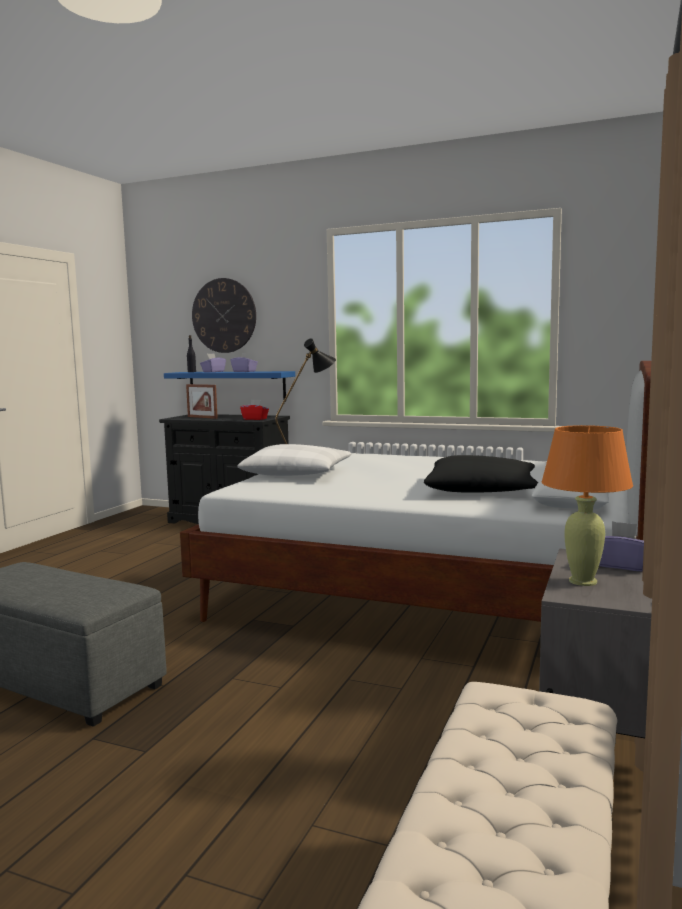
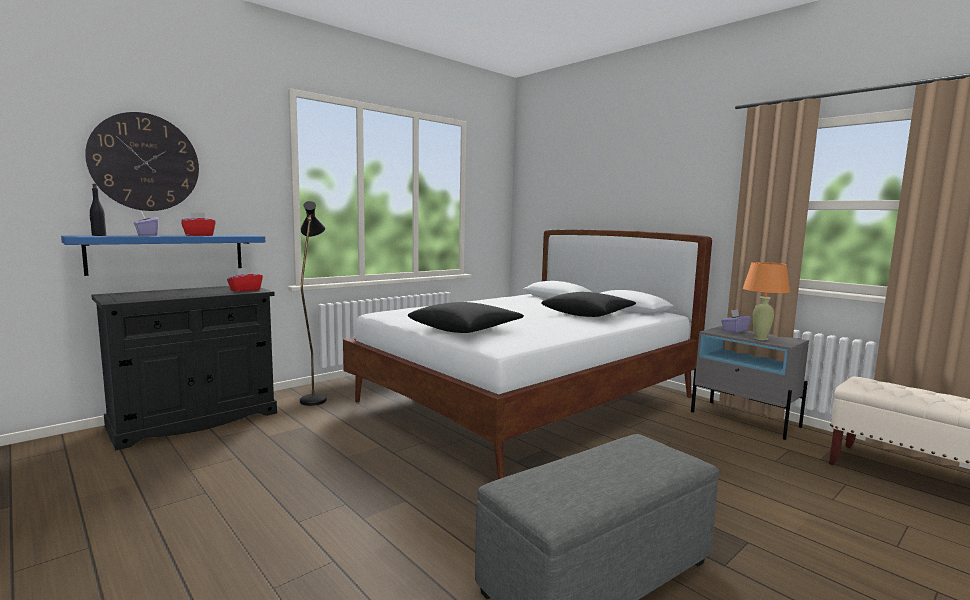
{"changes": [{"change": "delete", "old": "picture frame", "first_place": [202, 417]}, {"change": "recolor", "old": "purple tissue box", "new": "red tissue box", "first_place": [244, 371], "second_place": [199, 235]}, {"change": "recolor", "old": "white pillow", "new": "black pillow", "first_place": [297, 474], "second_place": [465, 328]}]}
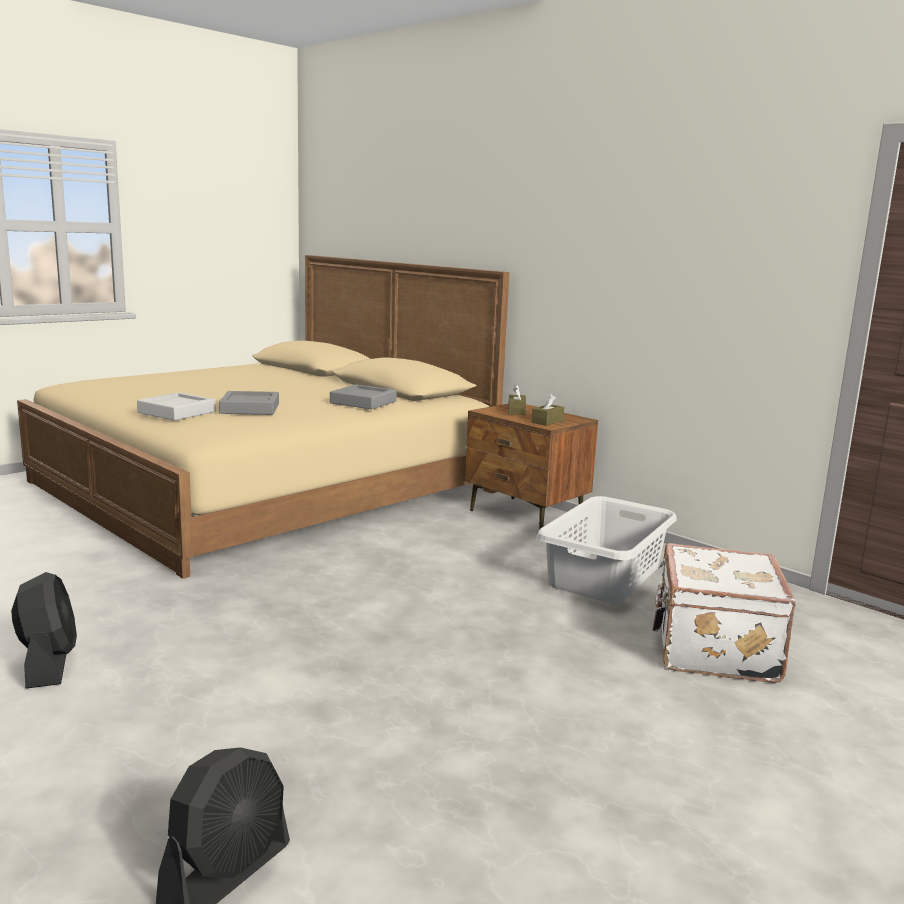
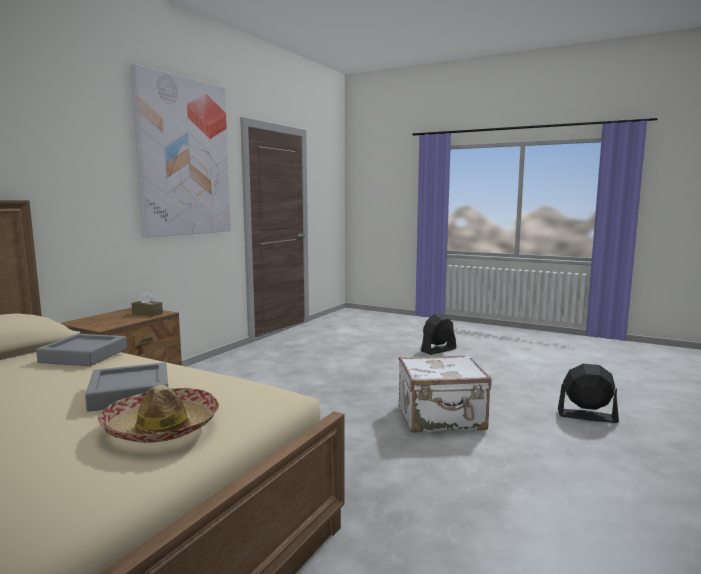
{"changes": [{"change": "move", "old": "black fan", "first_place": [48, 664], "second_place": [438, 350]}, {"change": "replace", "old": "grey tray", "new": "hat", "first_place": [177, 412], "second_place": [161, 427]}, {"change": "delete", "old": "brown tissue box", "first_place": [516, 411]}, {"change": "delete", "old": "grey laundry basket", "first_place": [606, 576]}, {"change": "move", "old": "white suitcase", "first_place": [712, 649], "second_place": [441, 419]}, {"change": "insert", "new": "picture", "second_place": [184, 157]}]}
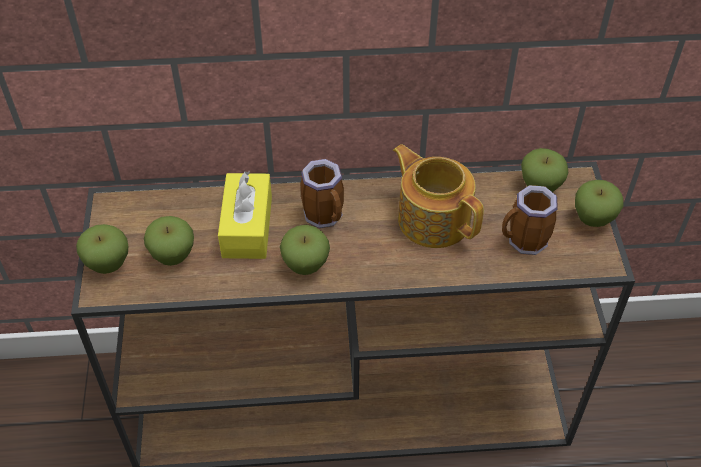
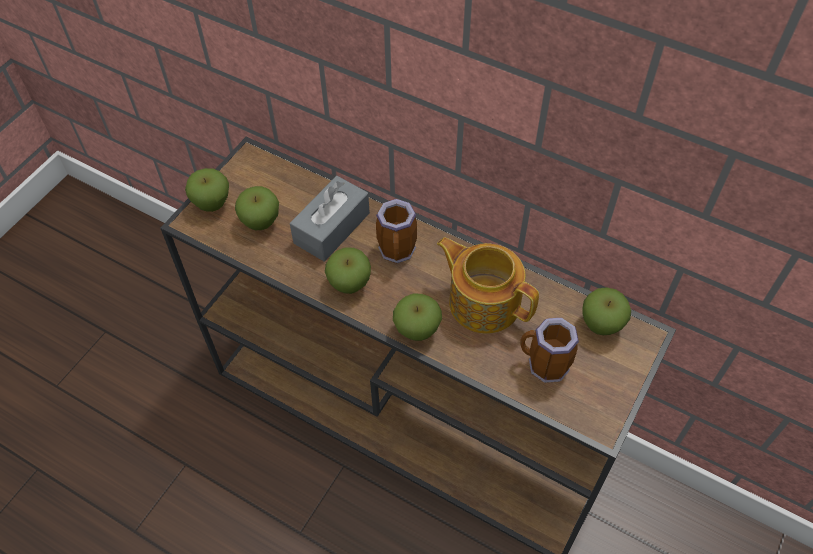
{"changes": [{"change": "recolor", "old": "yellow tissue box", "new": "grey tissue box", "first_place": [247, 227], "second_place": [332, 228]}, {"change": "rotate", "old": "teapot", "first_place": [433, 218], "second_place": [483, 301], "degrees": -45}, {"change": "move", "old": "apple", "first_place": [593, 219], "second_place": [417, 330]}]}
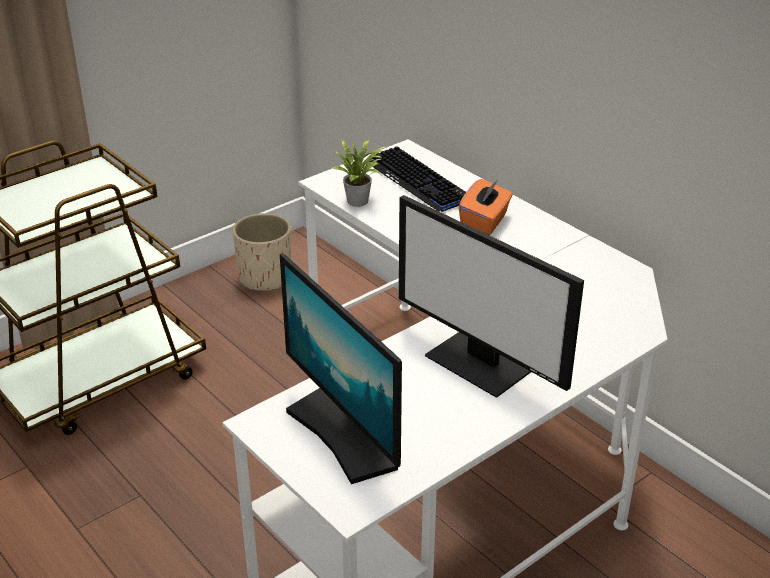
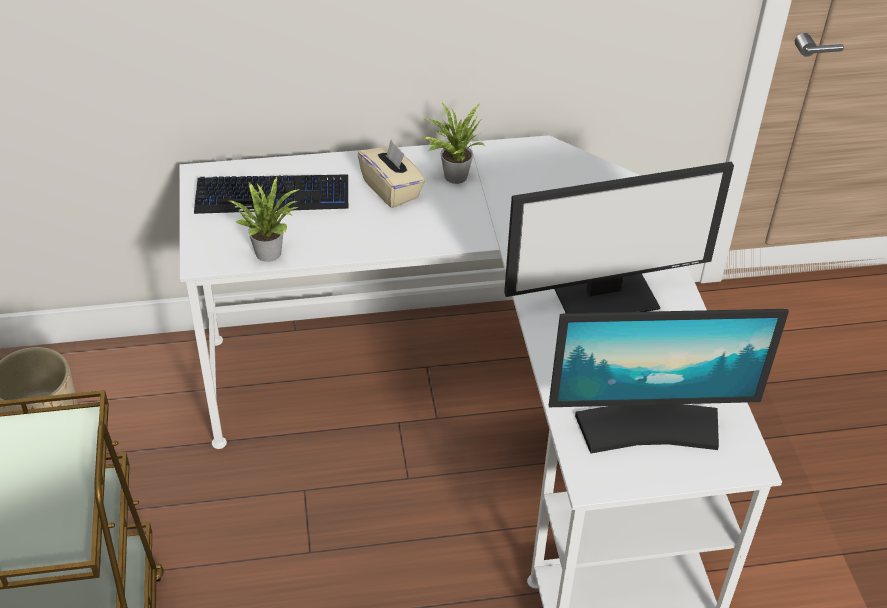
{"changes": [{"change": "recolor", "old": "orange tissue box", "new": "beige tissue box", "first_place": [485, 222], "second_place": [392, 189]}, {"change": "insert", "new": "potted plant", "second_place": [453, 175]}]}
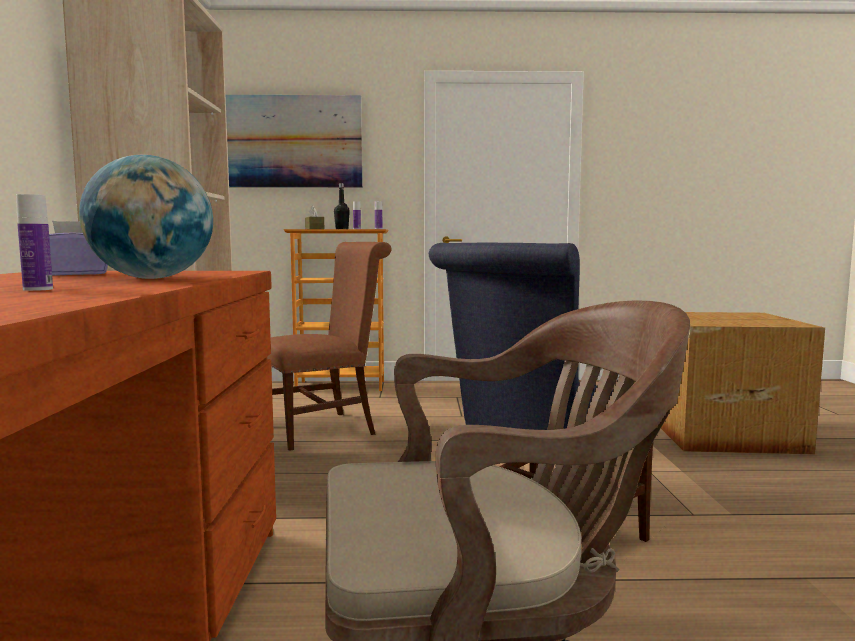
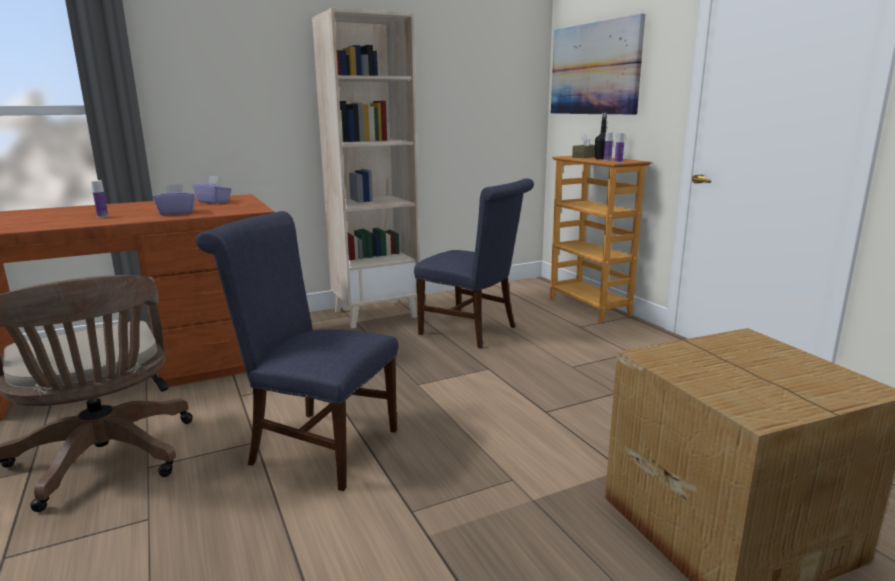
{"changes": [{"change": "replace", "old": "globe", "new": "purple tissue box", "first_place": [152, 278], "second_place": [177, 213]}, {"change": "recolor", "old": "brown chair", "new": "blue chair", "first_place": [324, 428], "second_place": [473, 331]}]}
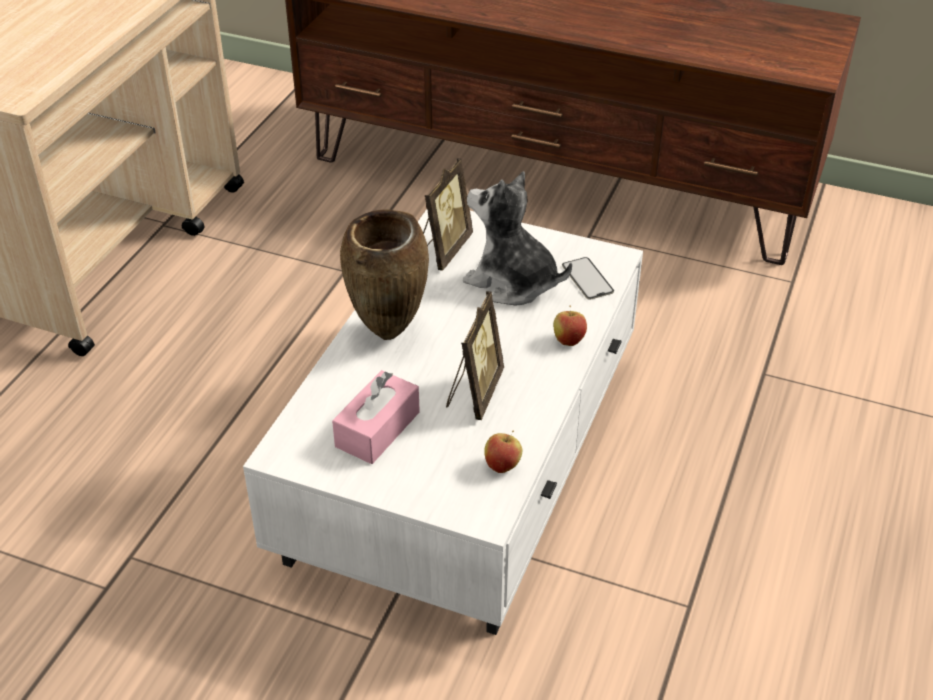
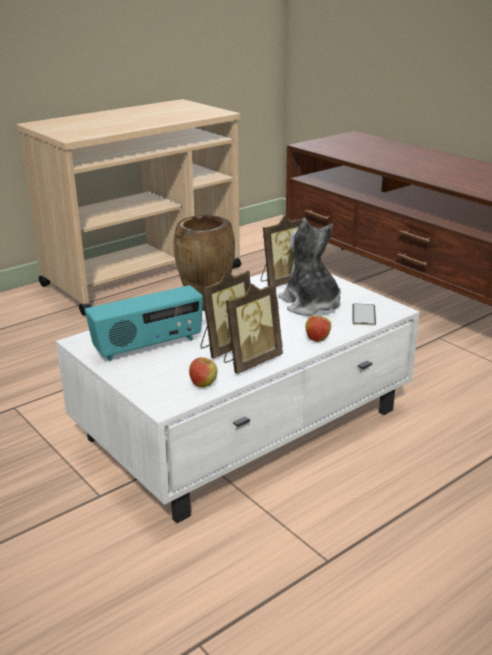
{"changes": [{"change": "replace", "old": "pink tissue box", "new": "radio", "first_place": [377, 429], "second_place": [148, 346]}, {"change": "insert", "new": "picture frame", "second_place": [250, 361]}]}
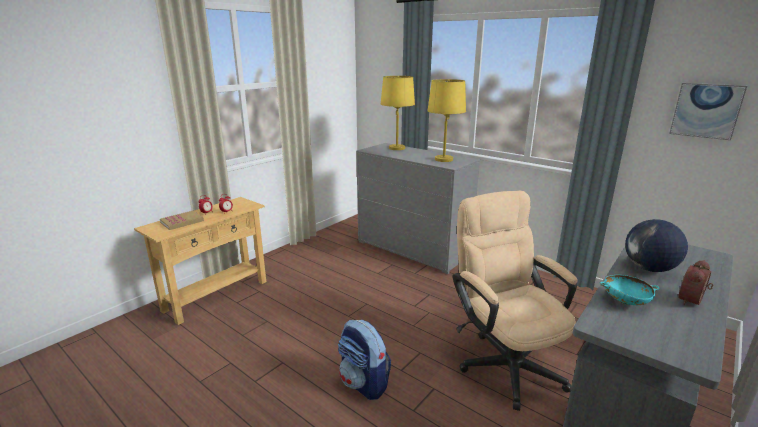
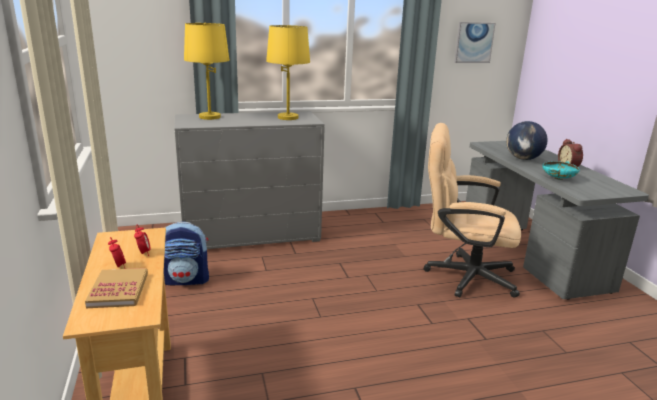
{"changes": [{"change": "move", "old": "backpack", "first_place": [364, 383], "second_place": [186, 280]}]}
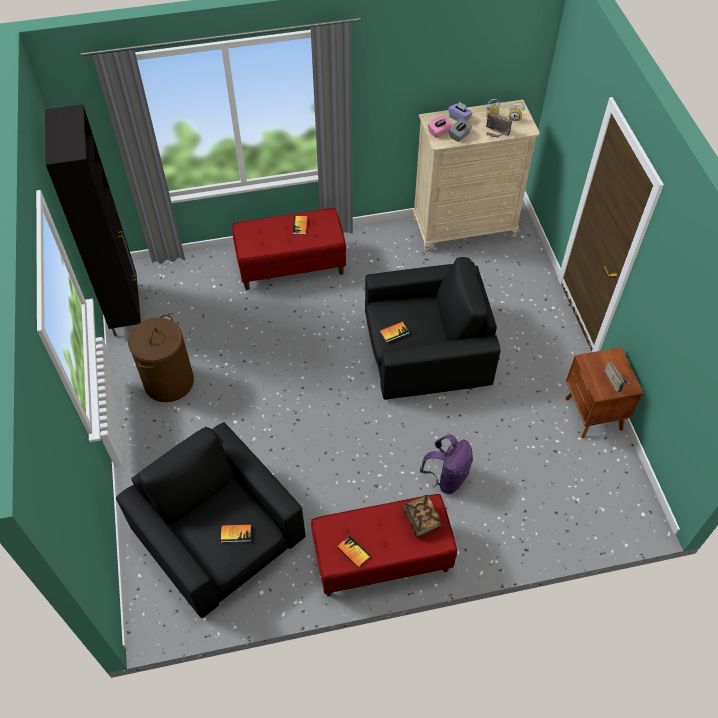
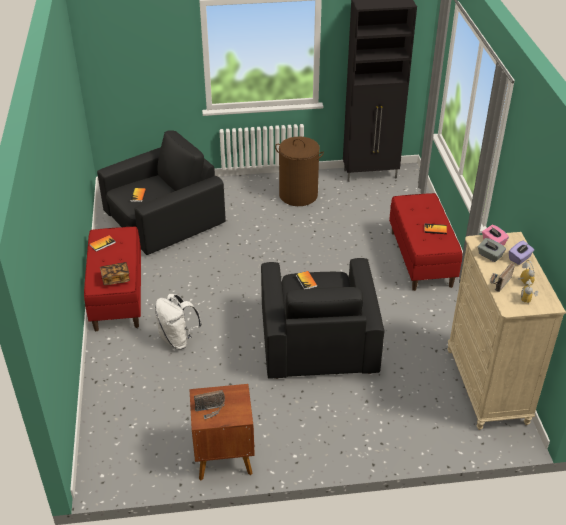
{"changes": [{"change": "recolor", "old": "purple backpack", "new": "white backpack", "first_place": [447, 477], "second_place": [178, 339]}]}
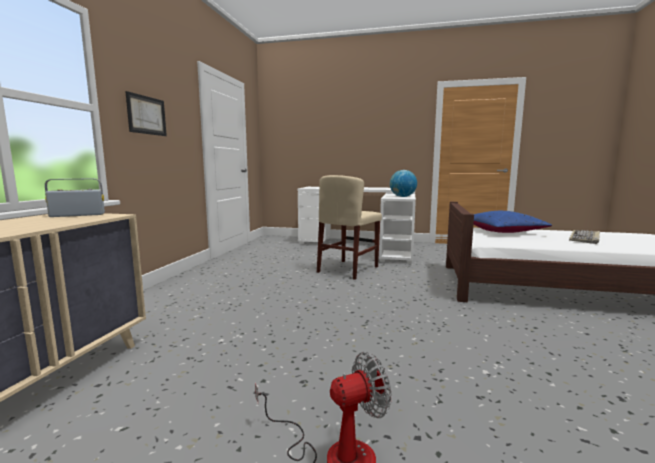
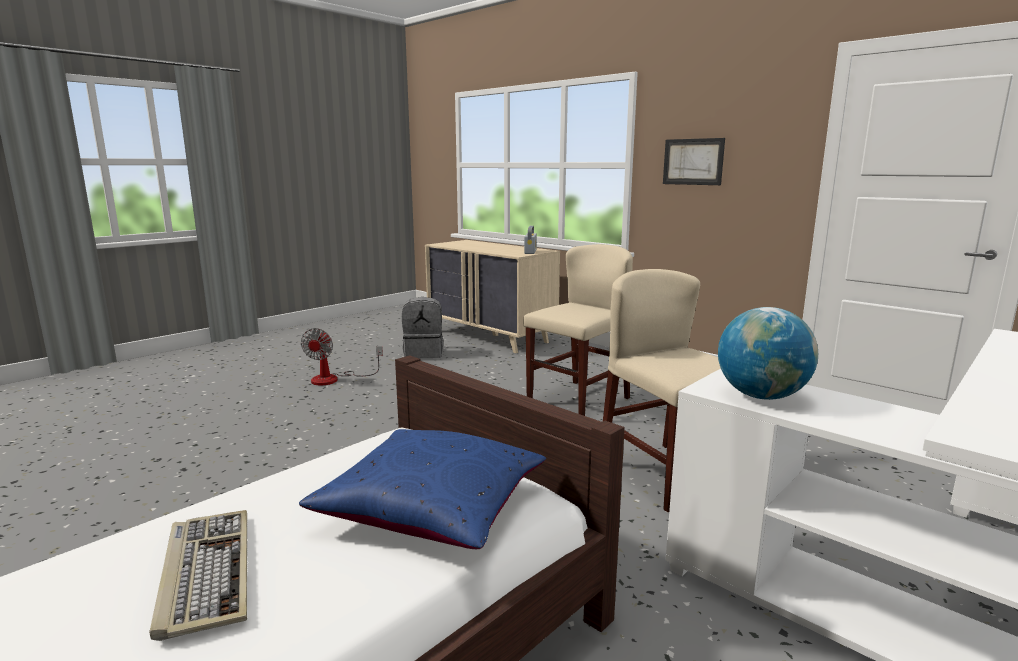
{"changes": [{"change": "insert", "new": "grey backpack", "second_place": [424, 353]}, {"change": "insert", "new": "beige chair", "second_place": [578, 400]}]}
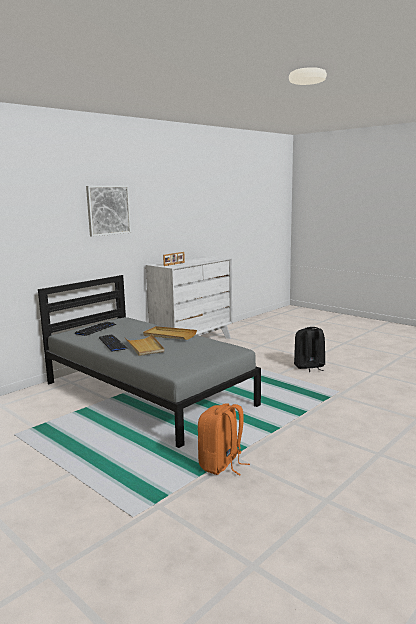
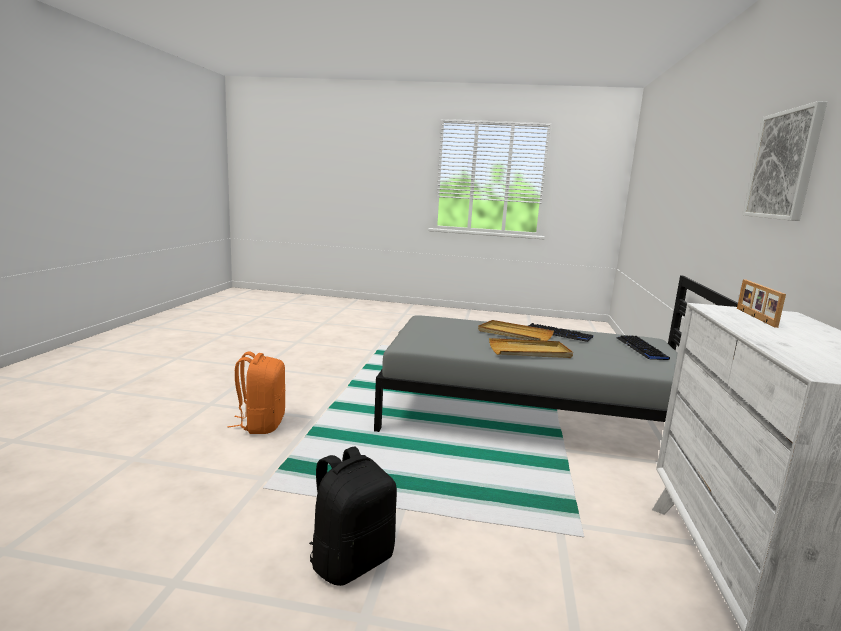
{"changes": [{"change": "move", "old": "orange backpack", "first_place": [221, 465], "second_place": [261, 424]}]}
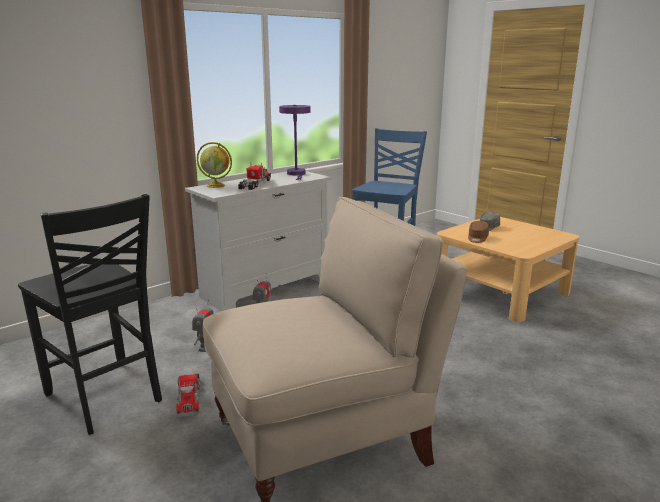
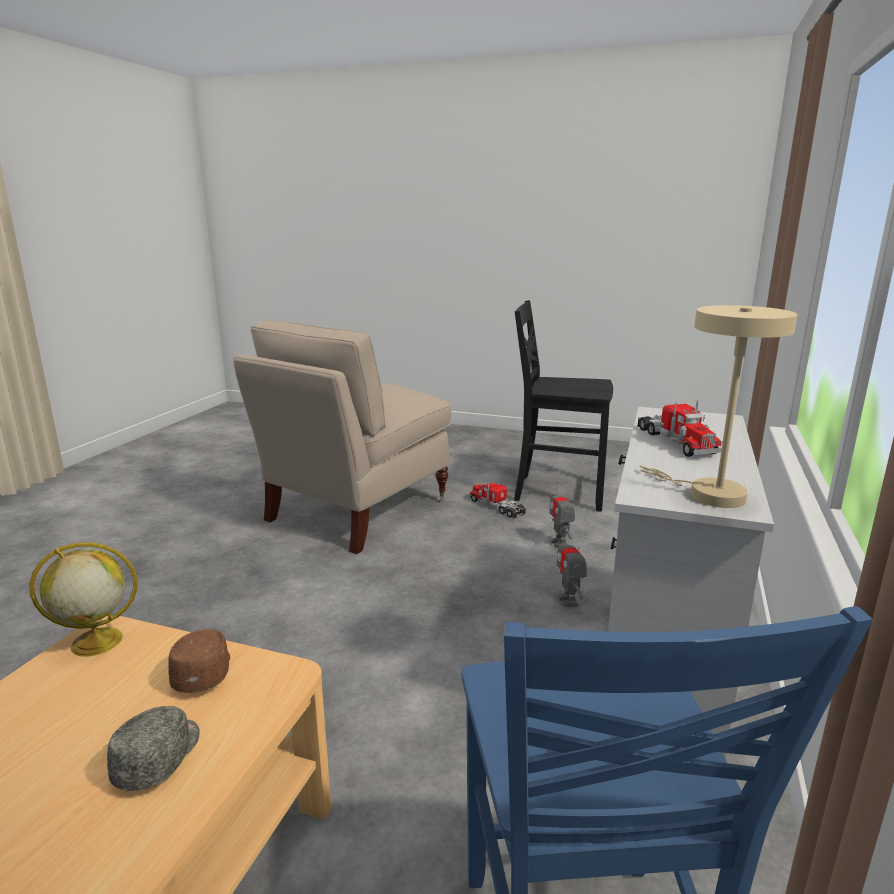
{"changes": [{"change": "move", "old": "globe", "first_place": [216, 185], "second_place": [95, 642]}, {"change": "recolor", "old": "purple table lamp", "new": "beige table lamp", "first_place": [297, 174], "second_place": [707, 494]}]}
